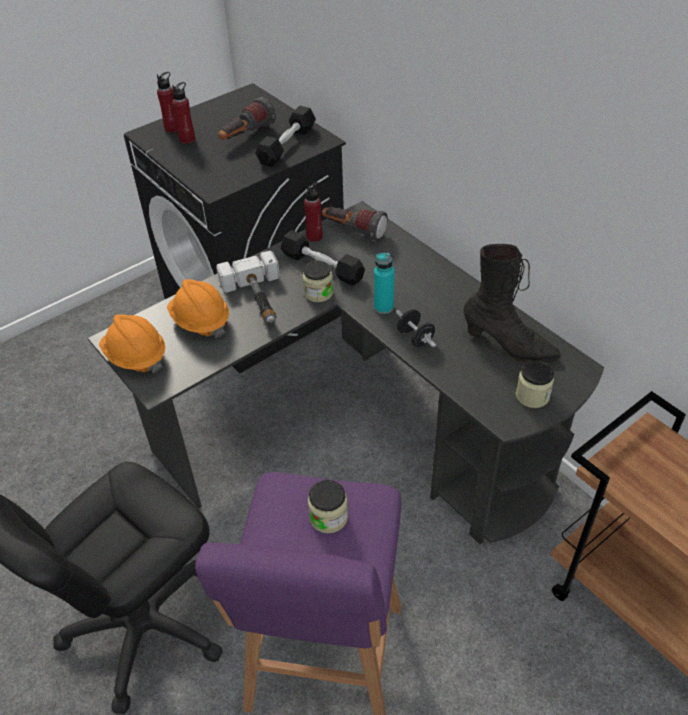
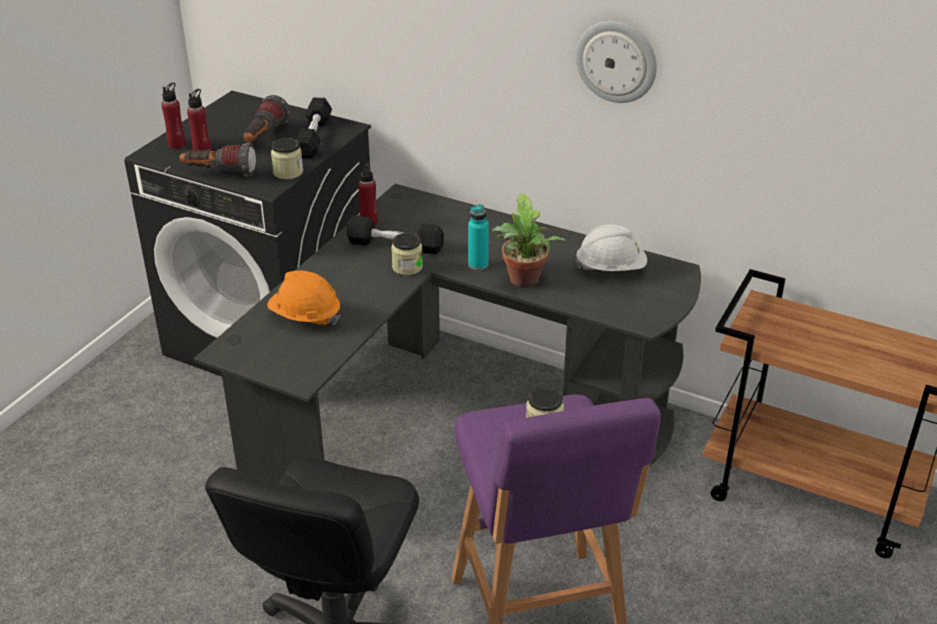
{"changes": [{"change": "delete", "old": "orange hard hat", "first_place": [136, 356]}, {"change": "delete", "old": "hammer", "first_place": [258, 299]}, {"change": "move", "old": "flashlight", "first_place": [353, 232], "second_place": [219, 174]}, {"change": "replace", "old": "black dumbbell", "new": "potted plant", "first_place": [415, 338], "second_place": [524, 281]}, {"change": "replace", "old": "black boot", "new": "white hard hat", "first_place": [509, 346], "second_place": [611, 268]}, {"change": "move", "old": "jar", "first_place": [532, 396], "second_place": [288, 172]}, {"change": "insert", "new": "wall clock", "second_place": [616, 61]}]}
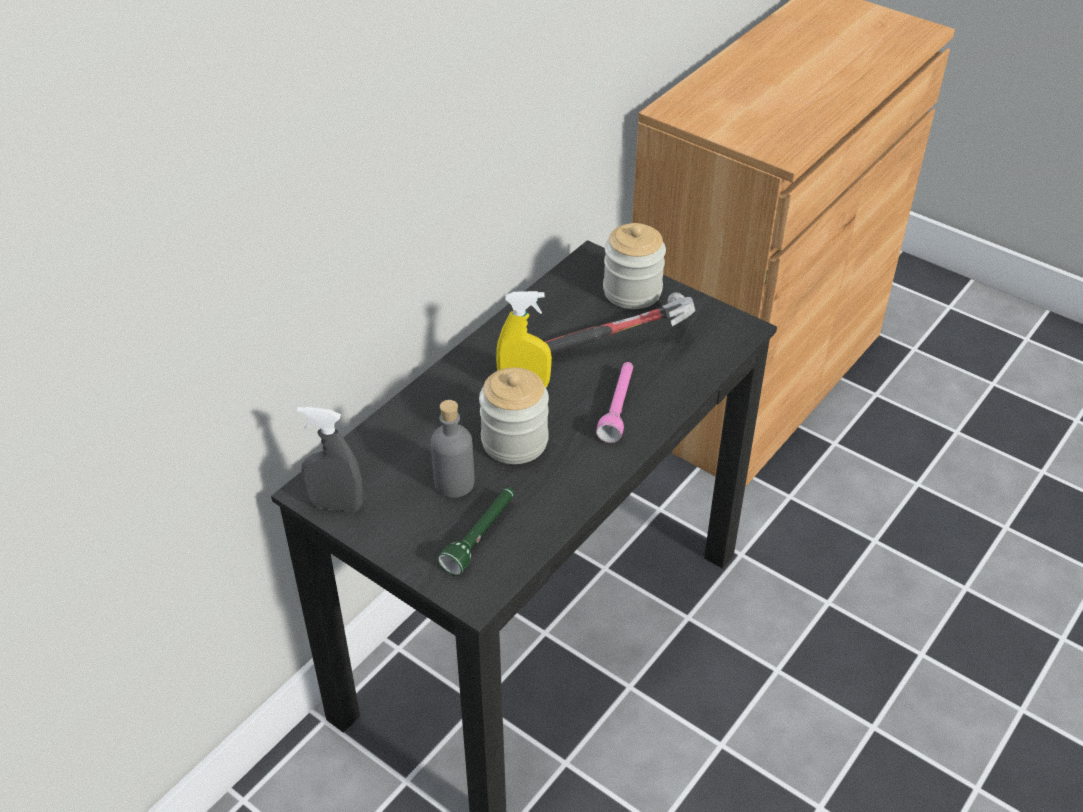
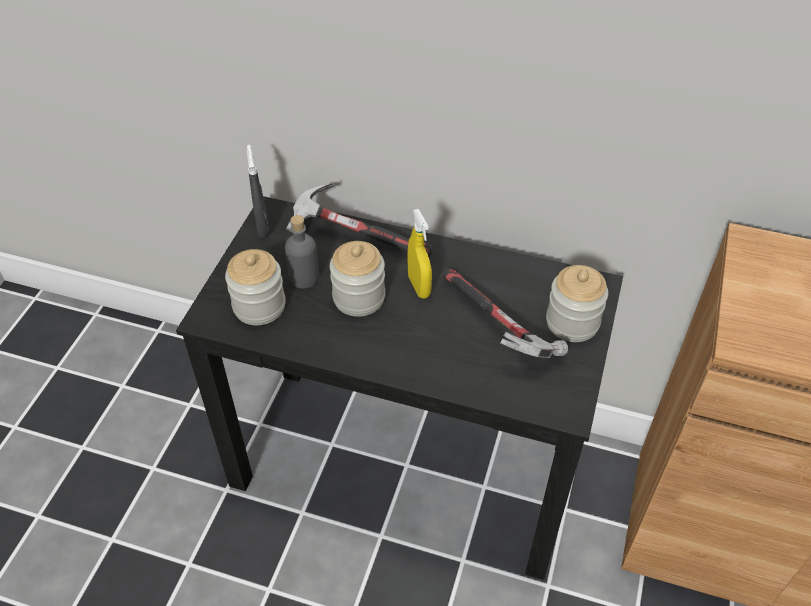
{"changes": [{"change": "replace", "old": "green flashlight", "new": "jar", "first_place": [481, 536], "second_place": [259, 306]}, {"change": "delete", "old": "pink flashlight", "first_place": [618, 408]}, {"change": "insert", "new": "hammer", "second_place": [357, 239]}]}
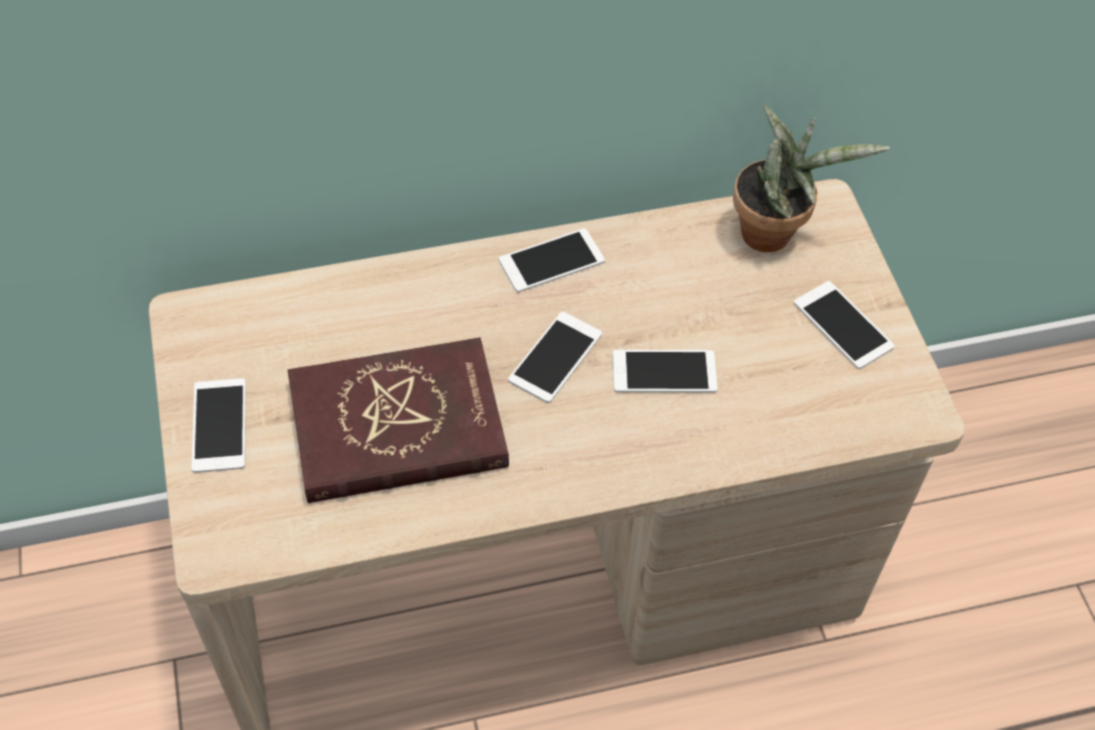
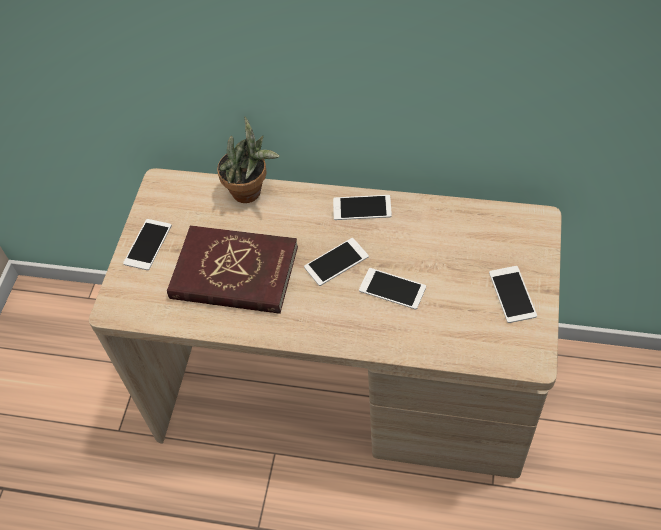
{"changes": [{"change": "move", "old": "potted plant", "first_place": [773, 232], "second_place": [251, 192]}]}
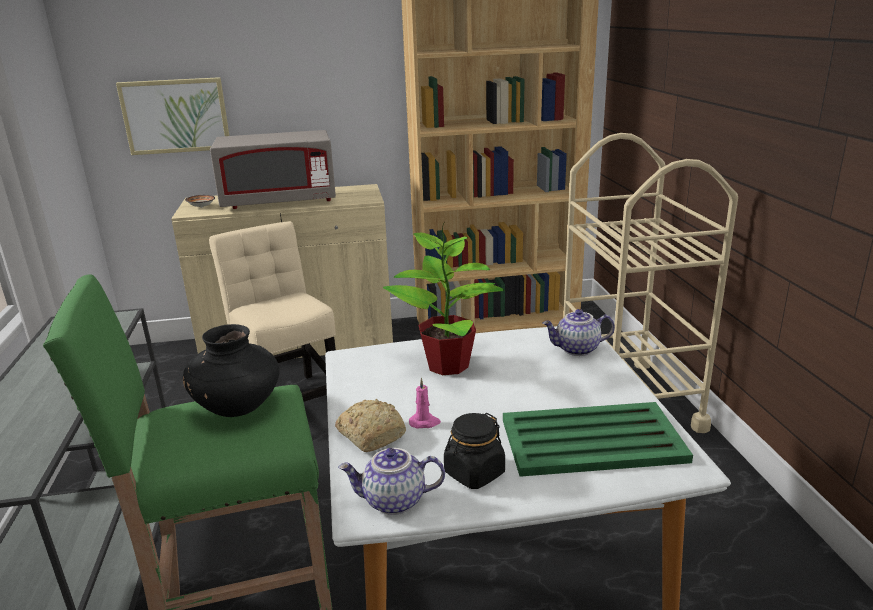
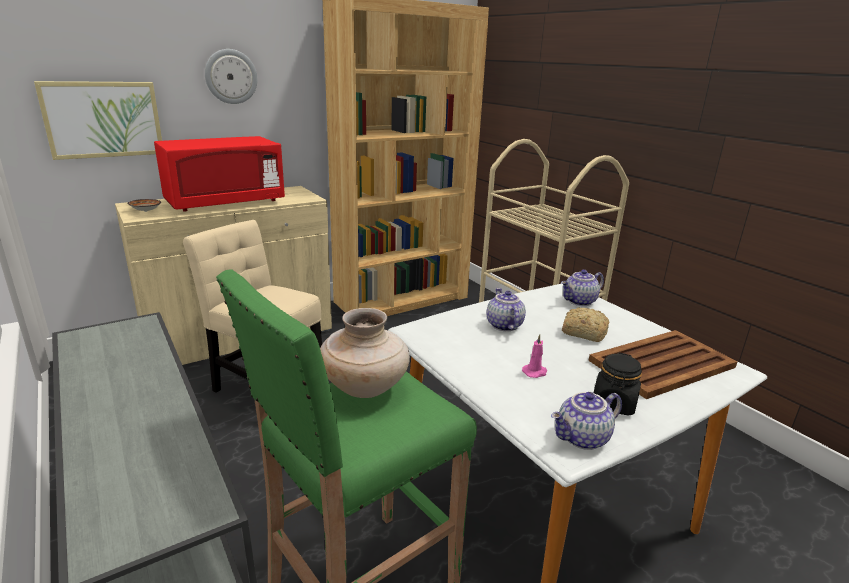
{"changes": [{"change": "recolor", "old": "black vase", "new": "beige vase", "first_place": [238, 407], "second_place": [365, 388]}, {"change": "recolor", "old": "grey microwave", "new": "red microwave", "first_place": [280, 201], "second_place": [225, 203]}, {"change": "move", "old": "bread", "first_place": [371, 434], "second_place": [583, 332]}, {"change": "replace", "old": "potted plant", "new": "teapot", "first_place": [449, 365], "second_place": [503, 325]}, {"change": "recolor", "old": "green tray", "new": "brown tray", "first_place": [593, 440], "second_place": [663, 364]}, {"change": "insert", "new": "wall clock", "second_place": [231, 76]}]}
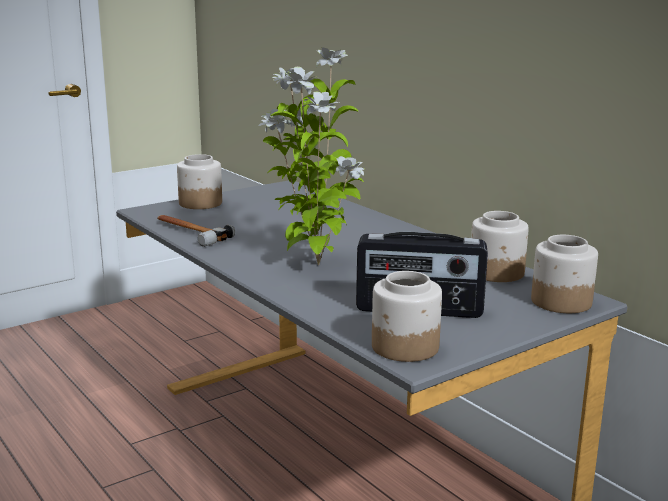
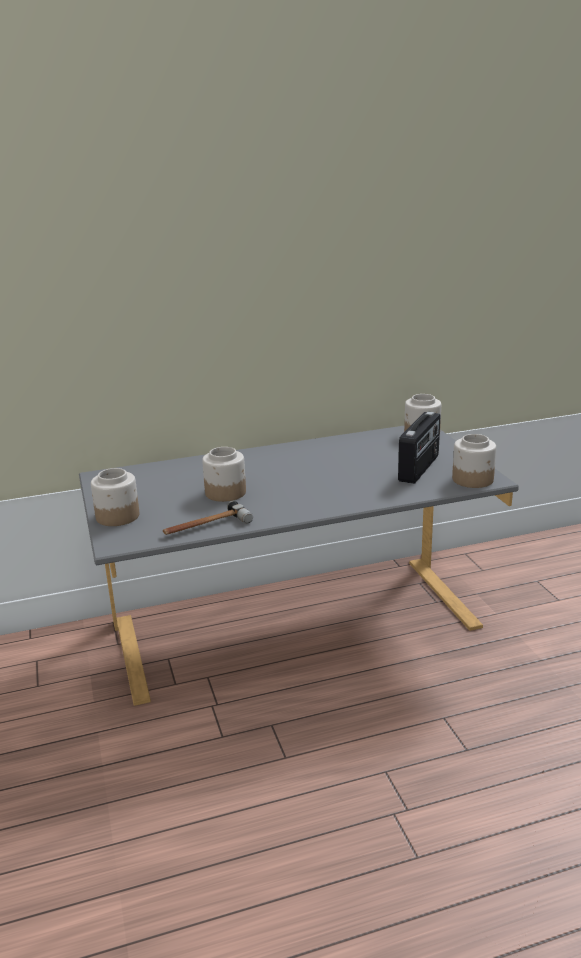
{"changes": [{"change": "delete", "old": "potted plant", "first_place": [314, 265]}, {"change": "move", "old": "jar", "first_place": [497, 273], "second_place": [226, 493]}]}
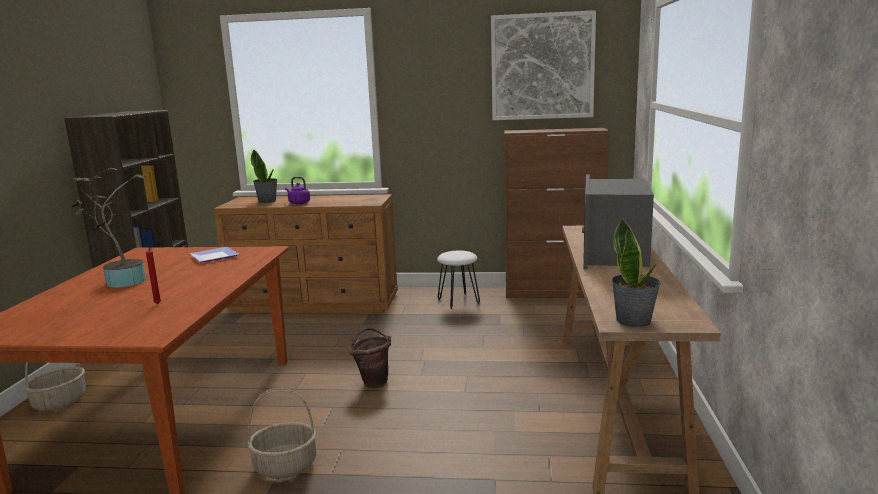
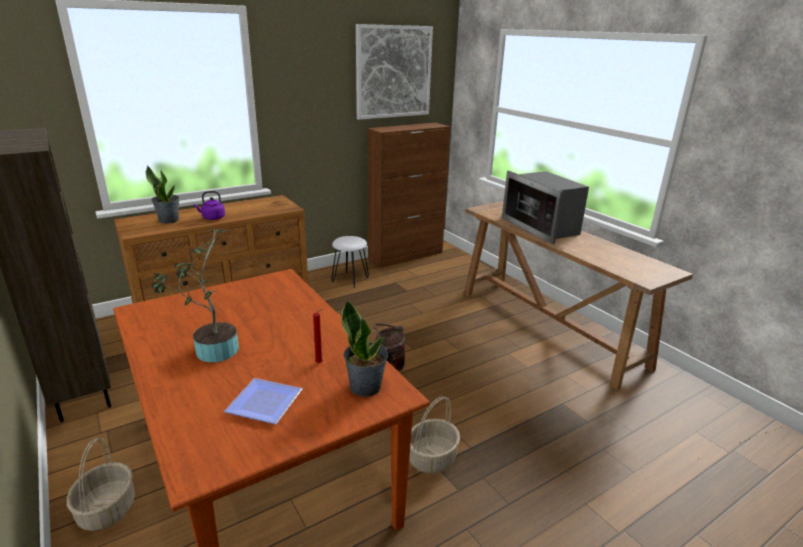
{"changes": [{"change": "move", "old": "plate", "first_place": [215, 256], "second_place": [264, 401]}, {"change": "move", "old": "potted plant", "first_place": [634, 320], "second_place": [365, 386]}]}
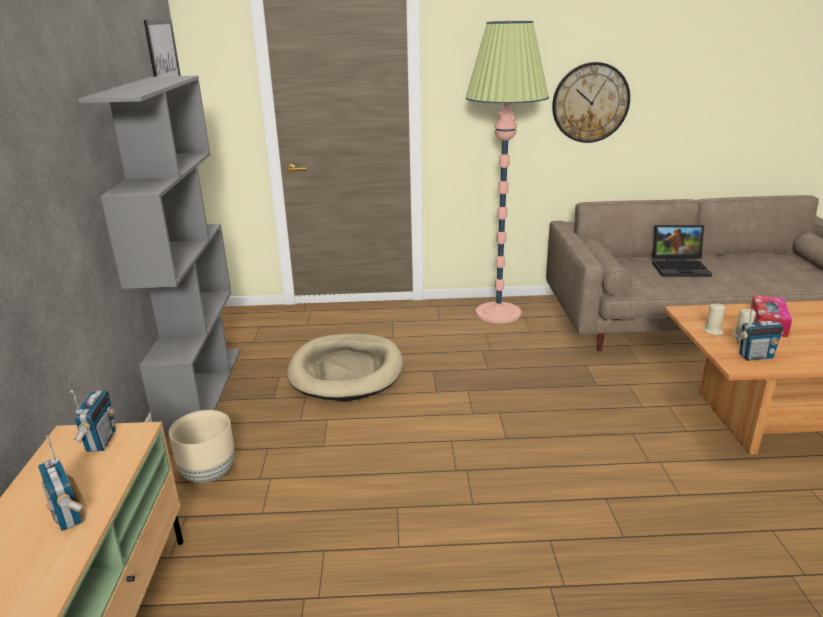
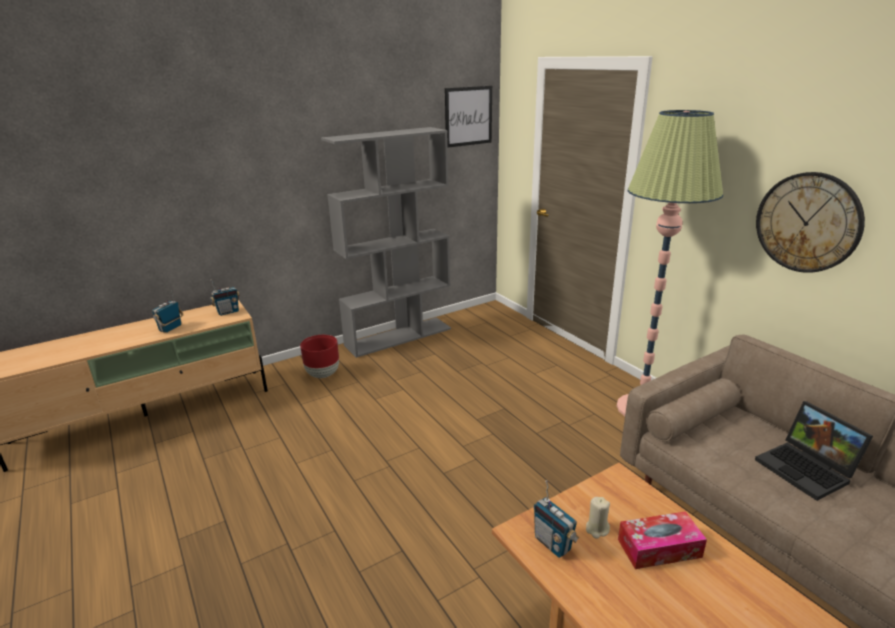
{"changes": [{"change": "recolor", "old": "beige planter", "new": "red planter", "first_place": [208, 474], "second_place": [322, 374]}, {"change": "delete", "old": "beige dog bed", "first_place": [346, 371]}, {"change": "delete", "old": "beige candle", "first_place": [713, 331]}]}
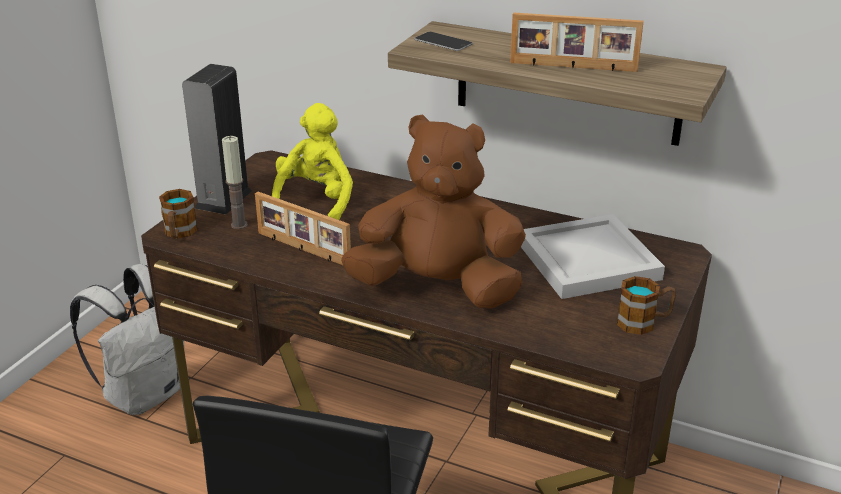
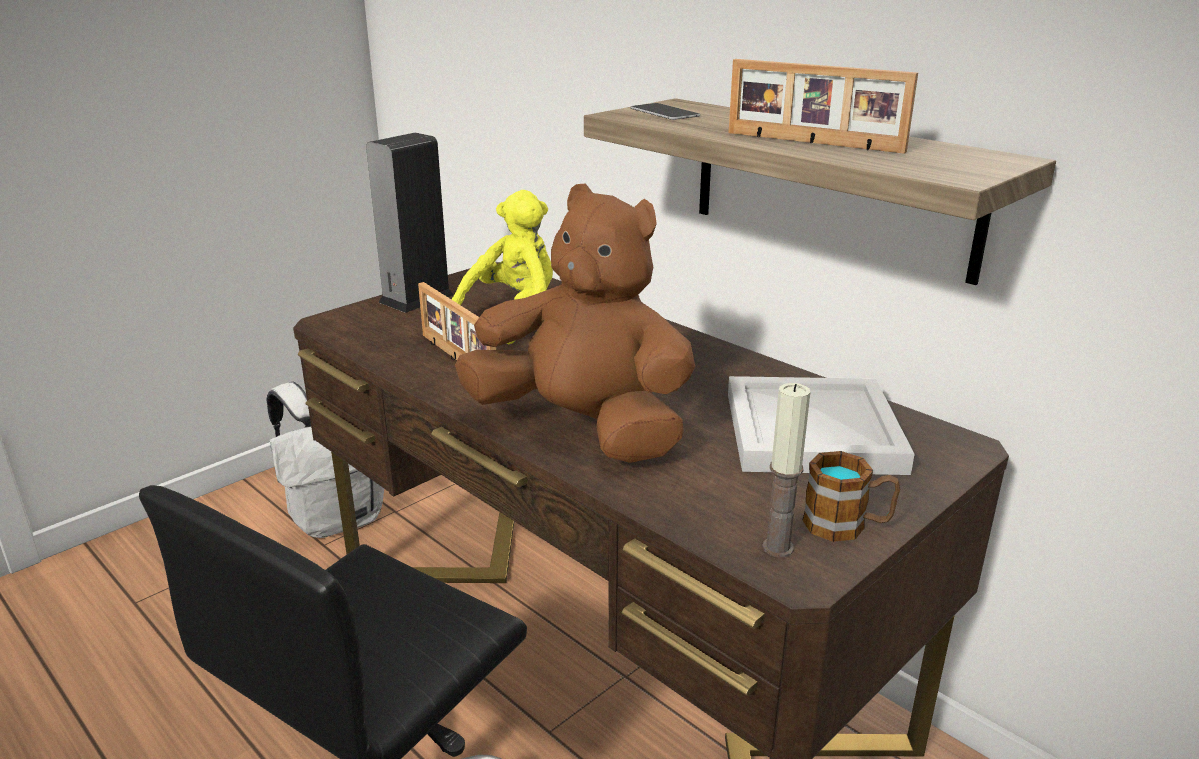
{"changes": [{"change": "delete", "old": "mug", "first_place": [179, 233]}, {"change": "move", "old": "candle", "first_place": [239, 225], "second_place": [778, 547]}]}
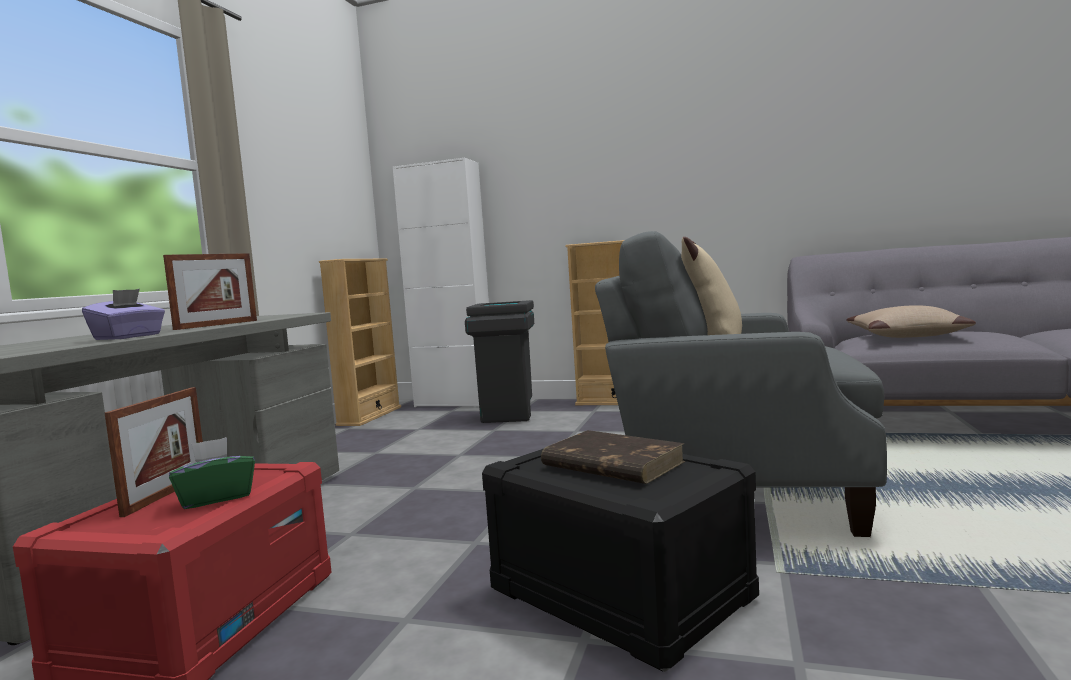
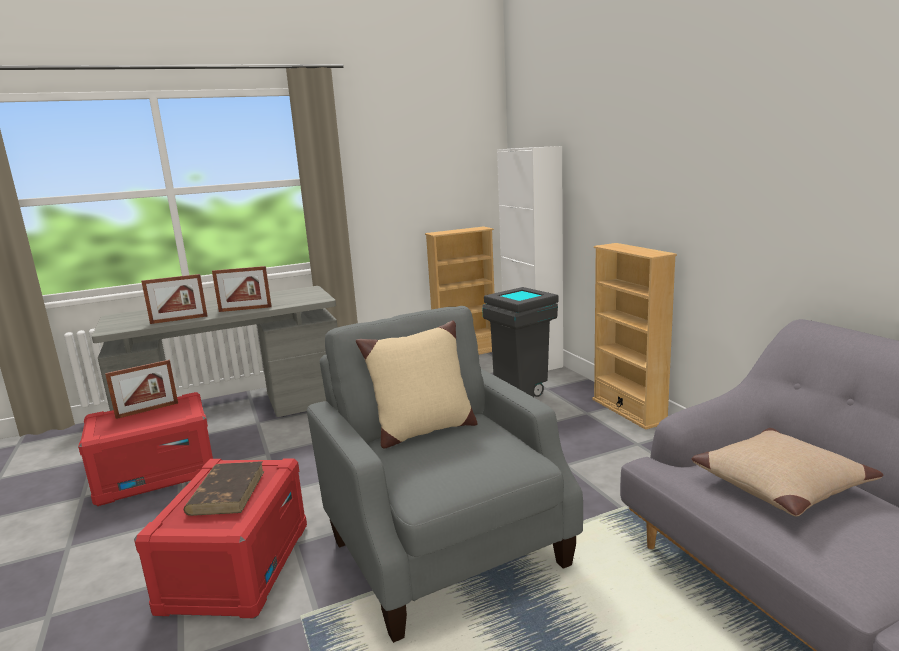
{"changes": [{"change": "replace", "old": "purple tissue box", "new": "picture frame", "first_place": [128, 337], "second_place": [179, 319]}, {"change": "delete", "old": "green tissue box", "first_place": [216, 498]}, {"change": "recolor", "old": "black storage box", "new": "red storage box", "first_place": [617, 594], "second_place": [236, 567]}]}
